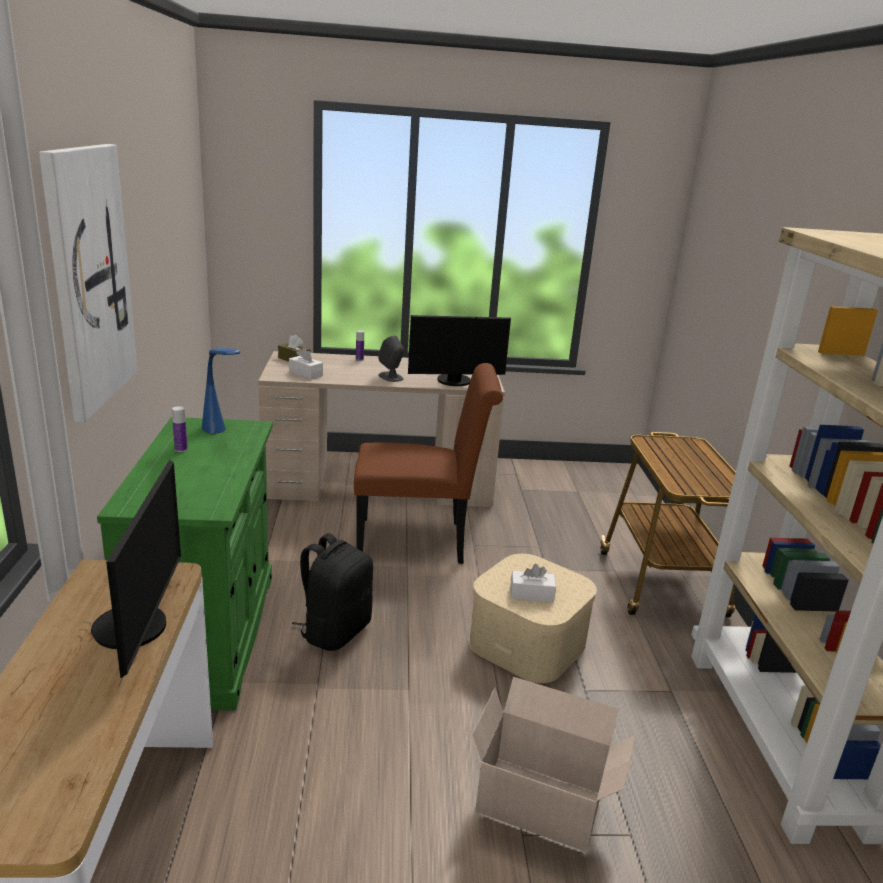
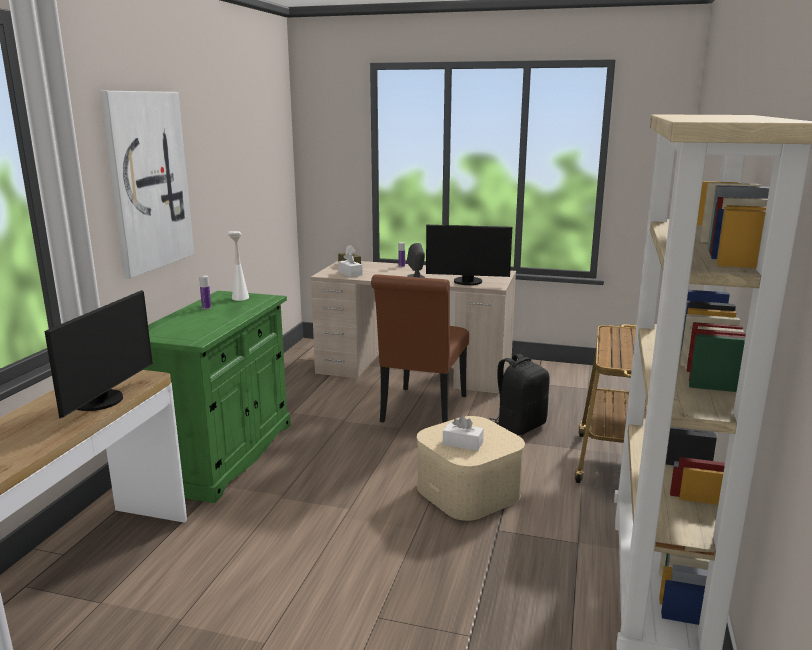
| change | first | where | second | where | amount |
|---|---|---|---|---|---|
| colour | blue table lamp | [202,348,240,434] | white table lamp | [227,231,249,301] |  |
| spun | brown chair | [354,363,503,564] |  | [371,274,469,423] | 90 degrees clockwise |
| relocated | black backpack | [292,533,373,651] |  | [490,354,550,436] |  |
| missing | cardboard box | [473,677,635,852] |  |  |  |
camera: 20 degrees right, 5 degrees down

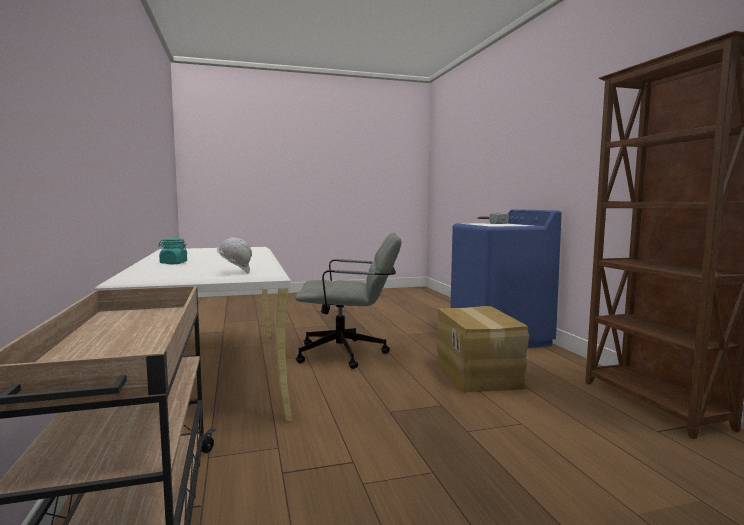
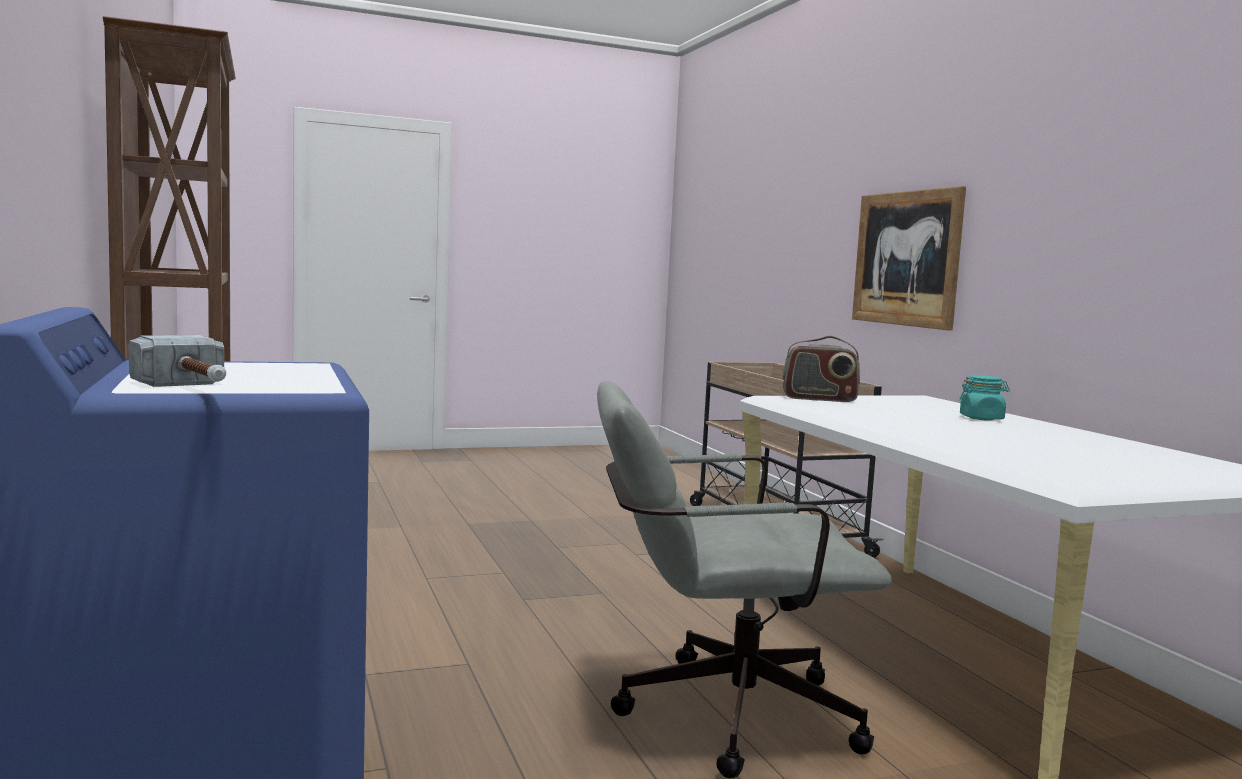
| change | first | where | second | where | amount |
|---|---|---|---|---|---|
| exchanged | white hard hat | [217,238,252,274] | radio | [782,336,860,402] |  |
| missing | cardboard box | [437,306,529,393] |  |  |  |
| appeared |  |  | picture | [852,186,966,331] |  |
camera: 175 degrees right, 0 degrees up

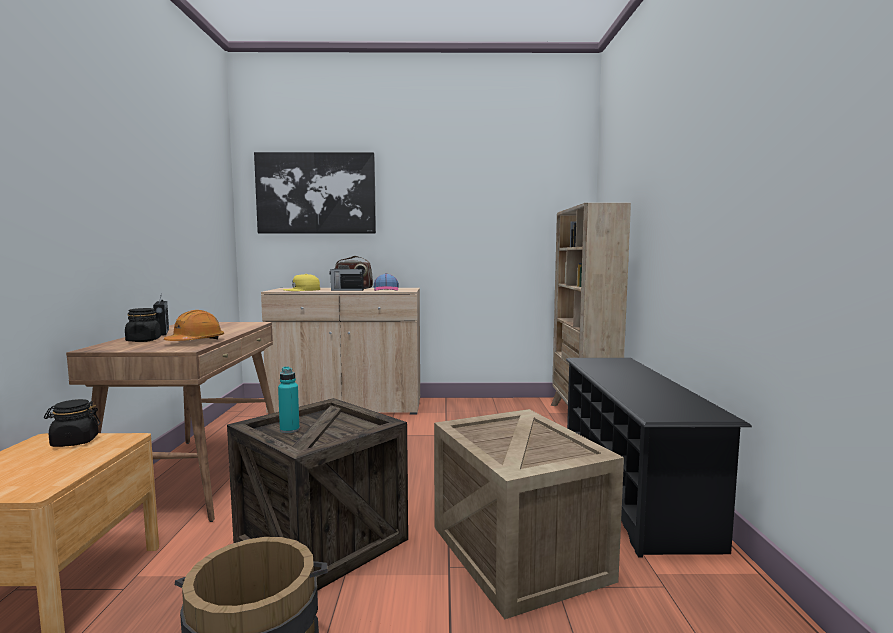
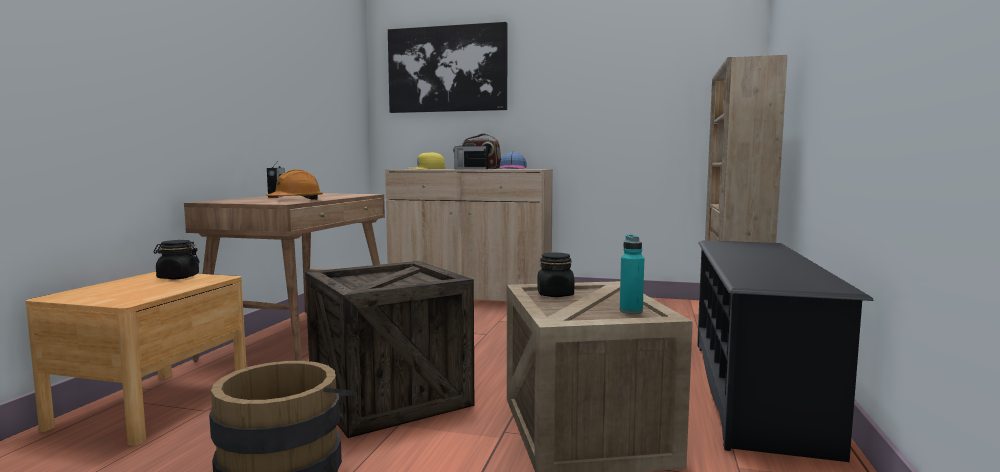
| change | first | where | second | where | amount |
|---|---|---|---|---|---|
| relocated | black jar | [125,308,161,342] |  | [537,253,574,297] |  |
| relocated | turquoise bottle | [278,366,300,433] |  | [620,234,644,314] |  |
camera: 15 degrees right, 0 degrees up

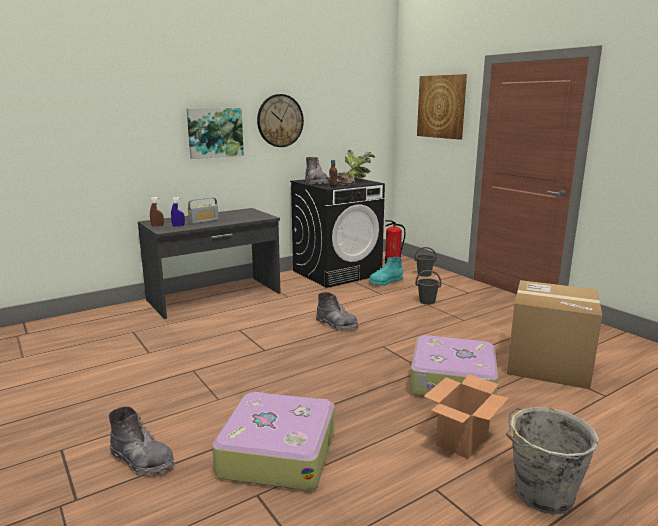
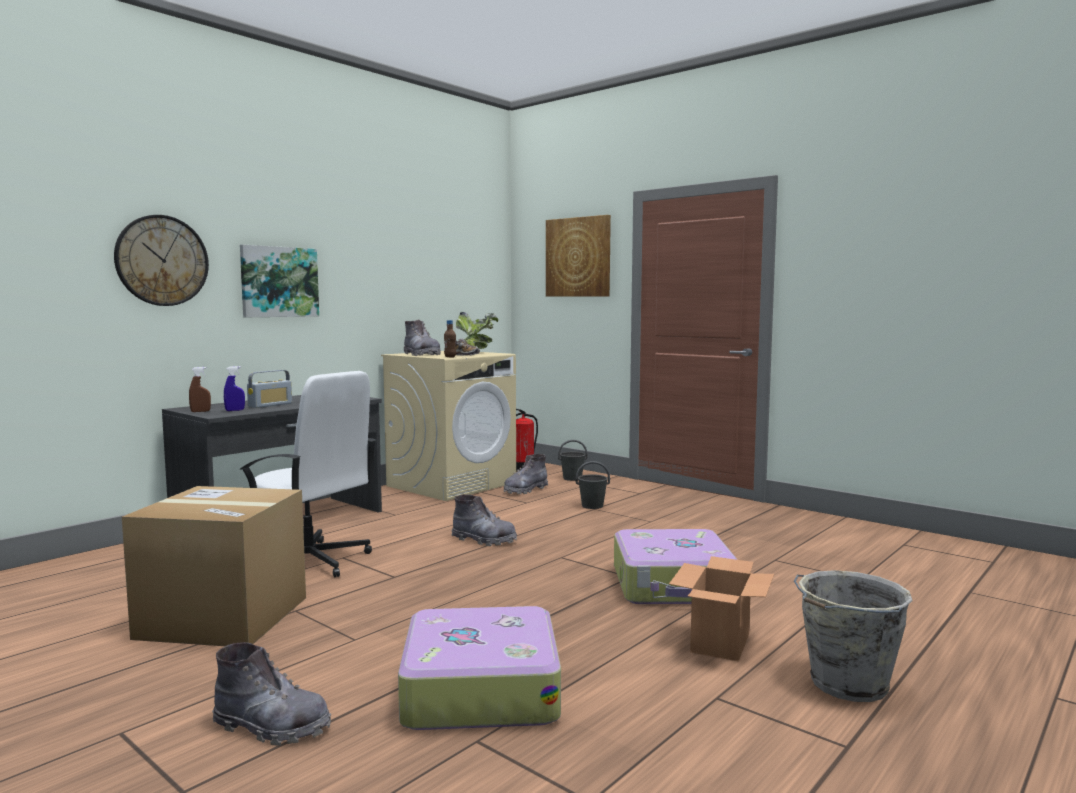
| change | first | where | second | where | amount |
|---|---|---|---|---|---|
| relocated | wall clock | [257,94,304,147] |  | [114,215,209,306] |  |
| colour | black washing machine | [290,177,385,288] | beige washing machine | [381,351,516,501] |  |
| colour | turquoise boot | [369,257,403,286] | grey boot | [504,454,548,494] |  |
| relocated | cardboard box | [507,280,602,389] |  | [122,486,306,646] |  |
| appeared |  |  | white office chair | [240,371,376,577] |  |
camera: 15 degrees left, 10 degrees down

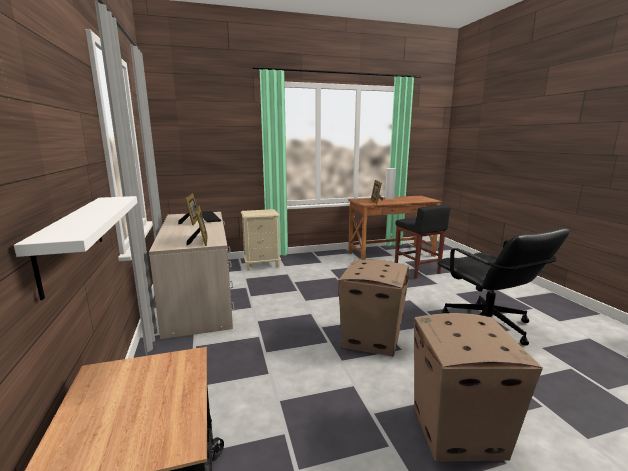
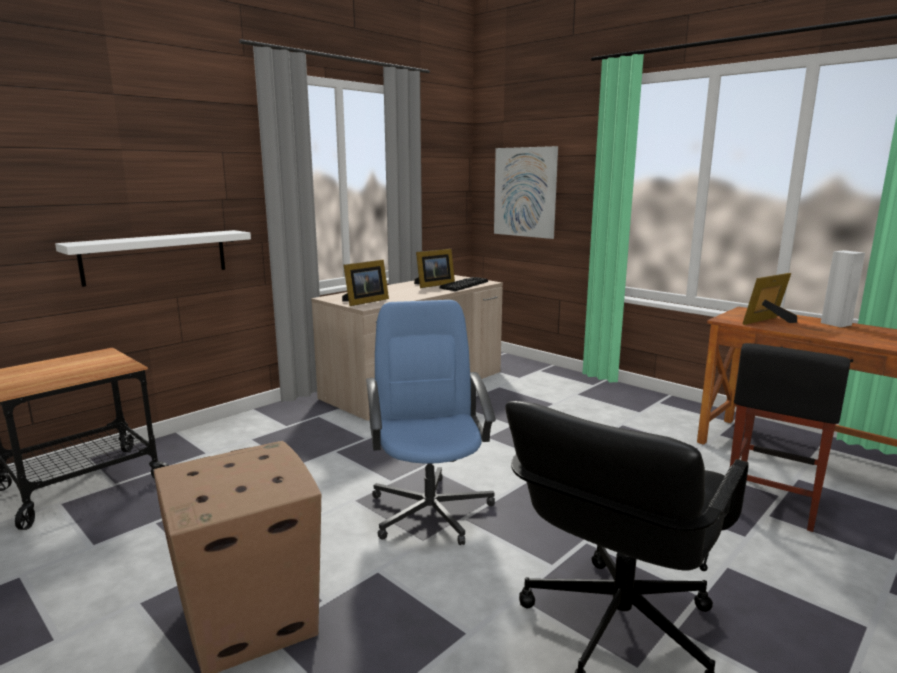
| change | first | where | second | where | amount |
|---|---|---|---|---|---|
| missing | beige nightstand | [241,209,281,271] |  |  |  |
| exchanged | cardboard box | [338,260,409,357] | blue office chair | [366,300,496,545] |  |
| appeared |  |  | picture | [494,146,558,239] |  |
camera: 60 degrees right, 0 degrees up

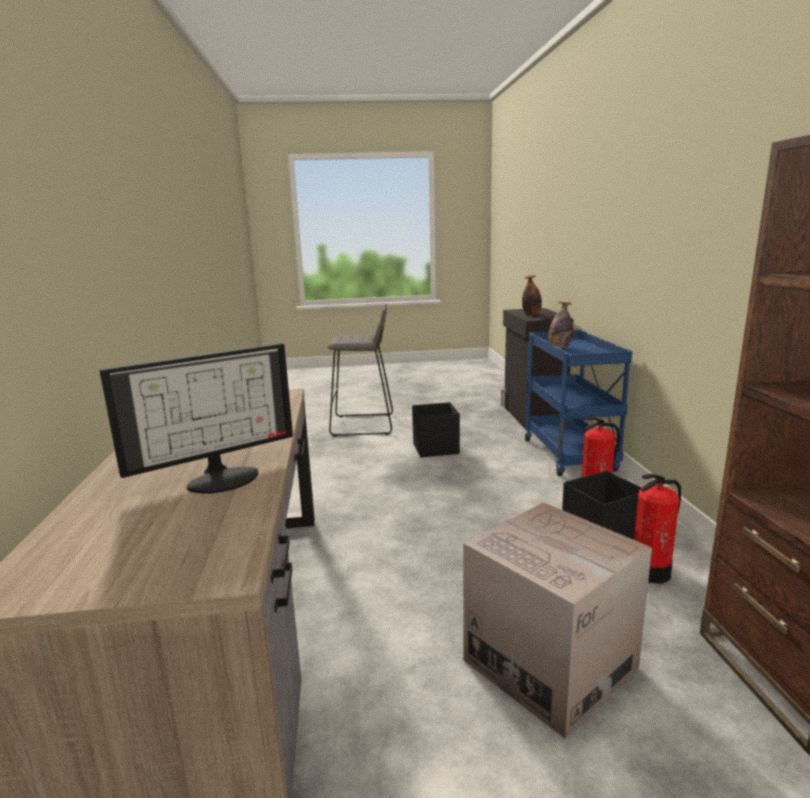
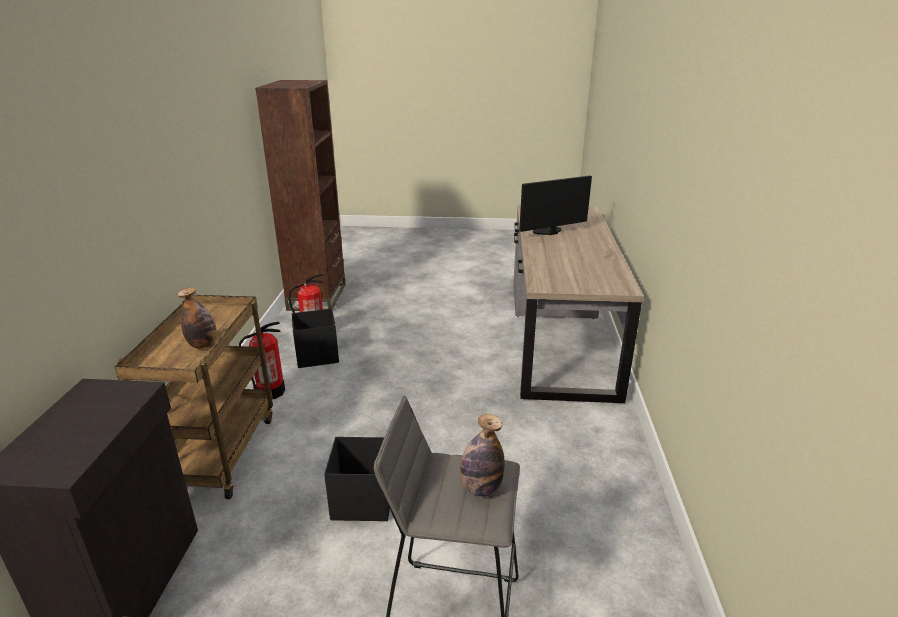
| change | first | where | second | where | amount |
|---|---|---|---|---|---|
| relocated | bottle | [522,275,542,315] |  | [460,414,505,497] |  |
| colour | blue cart | [525,330,632,476] | brown cart | [115,295,273,499] |  |
| missing | cardboard box | [463,502,652,738] |  |  |  |
camera: 170 degrees left, 10 degrees up

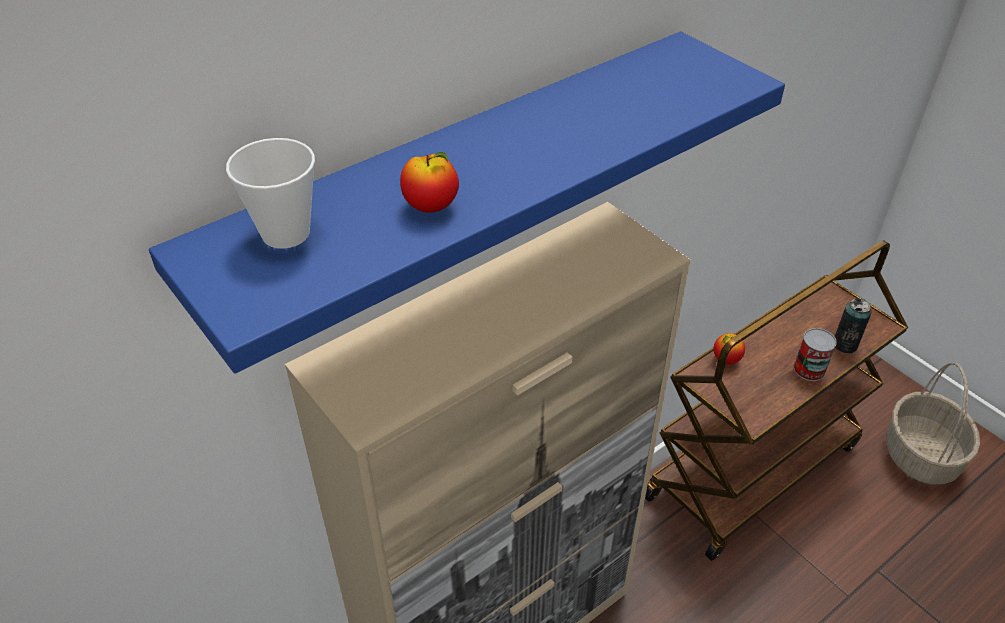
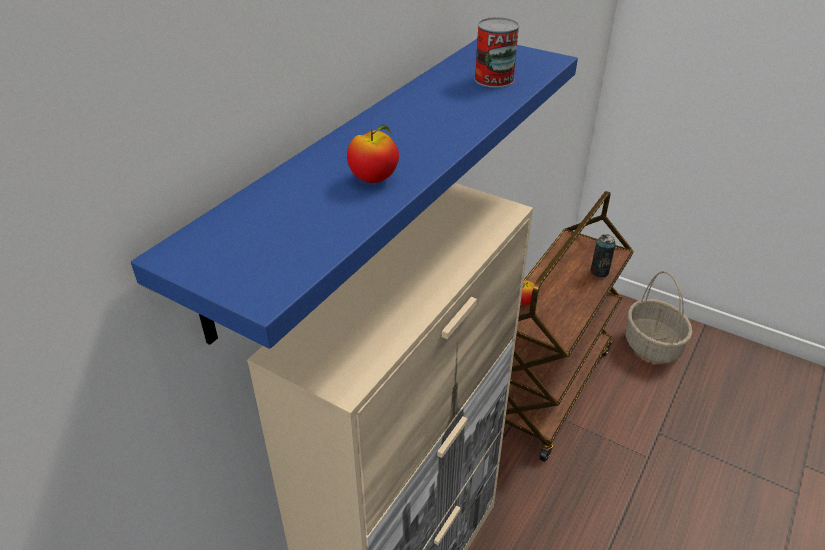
| change | first | where | second | where | amount |
|---|---|---|---|---|---|
| missing | cup | [226,138,315,249] |  |  |  |
| relocated | can | [794,328,837,381] |  | [474,17,520,88] |  |
camera: 20 degrees left, 5 degrees down

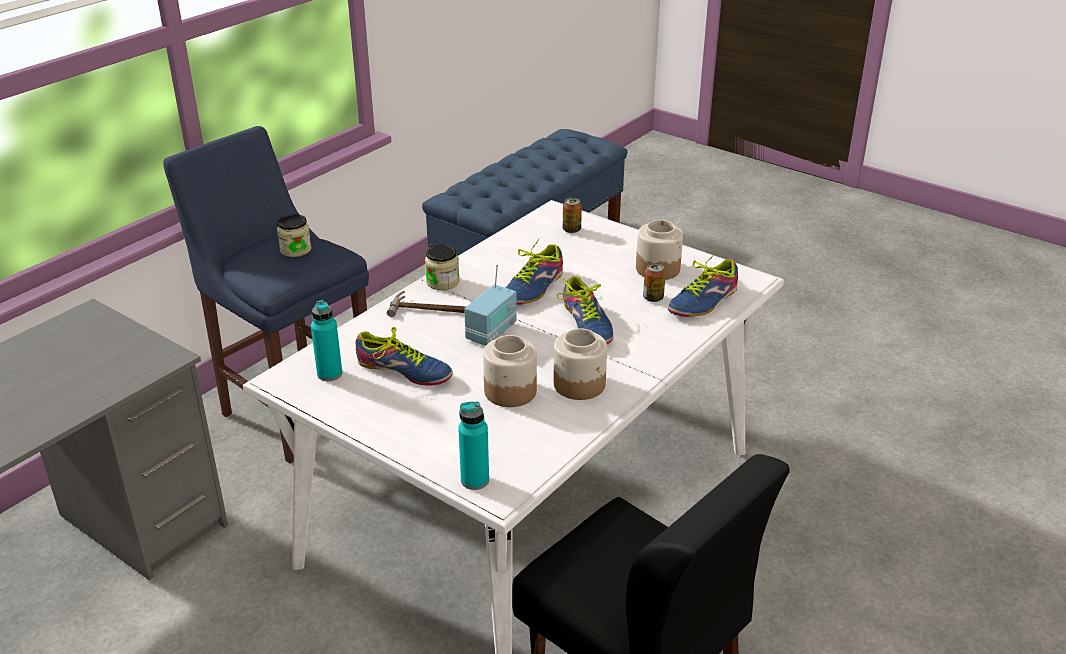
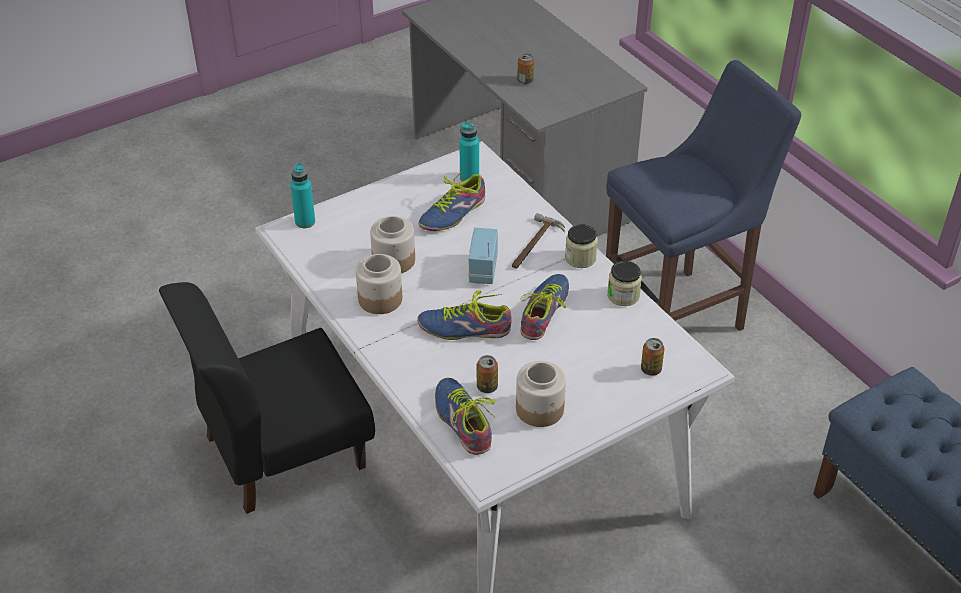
| change | first | where | second | where | amount |
|---|---|---|---|---|---|
| relocated | jar | [277,214,311,257] |  | [607,261,642,306] |  |
| spun | shoe | [505,239,563,305] |  | [520,274,569,340] | 60 degrees clockwise |
| spun | radio | [464,264,517,346] |  | [468,228,498,284] | 45 degrees clockwise |
| appeared |  |  | can | [517,54,534,84] |  |
camera: 110 degrees right, 10 degrees up

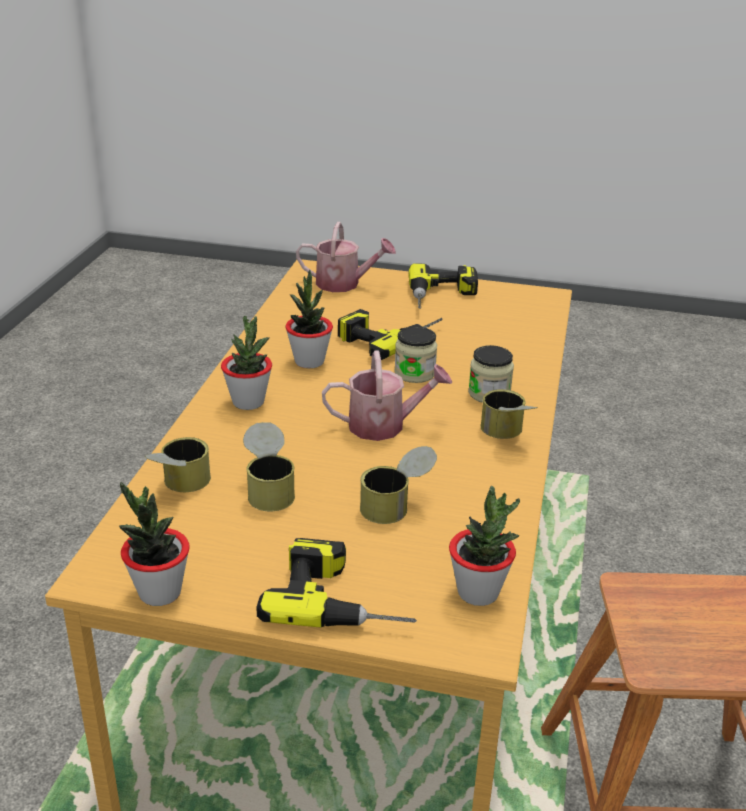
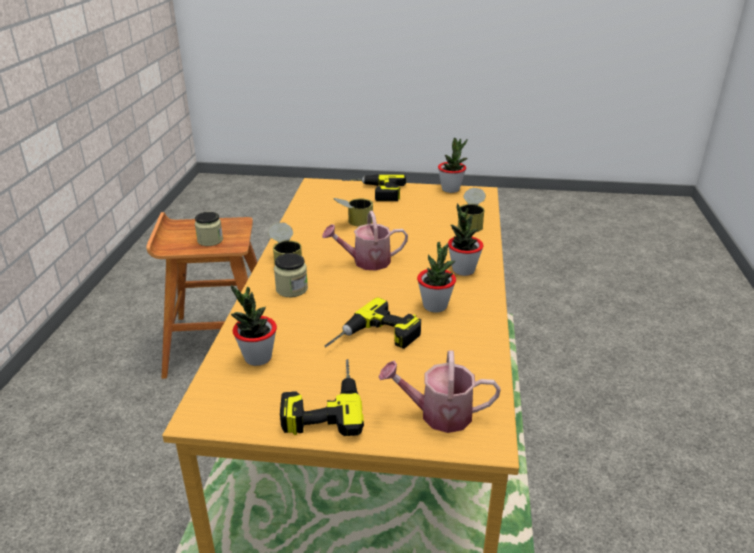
| change | first | where | second | where | amount |
|---|---|---|---|---|---|
| relocated | jar | [394,326,437,383] |  | [195,212,223,246] |  |
| missing | can | [243,422,295,512] |  |  |  |
| relocated | potted plant | [449,486,520,606] |  | [231,284,277,366] |  |
camera: 175 degrees right, 0 degrees up

